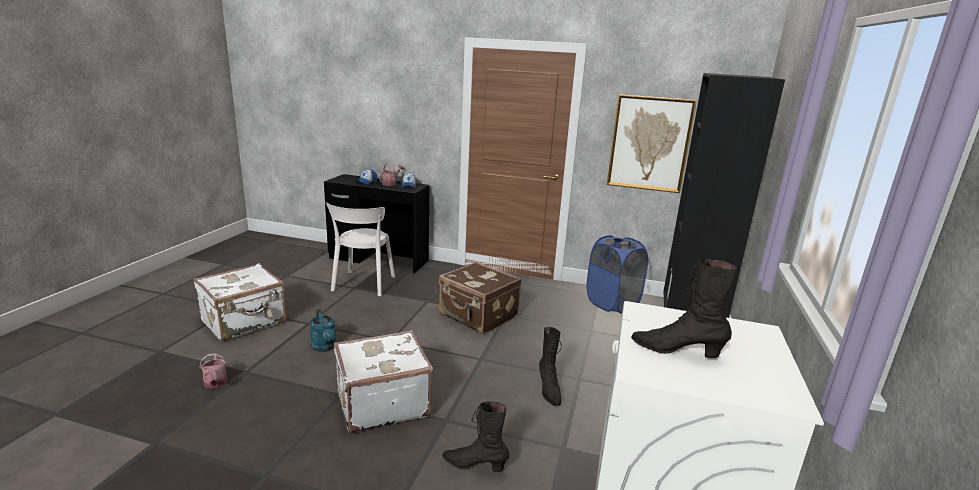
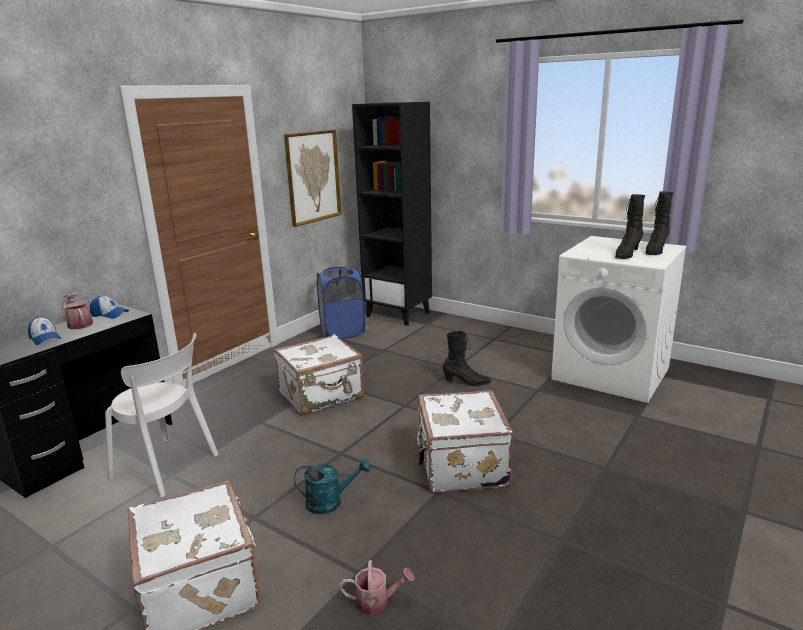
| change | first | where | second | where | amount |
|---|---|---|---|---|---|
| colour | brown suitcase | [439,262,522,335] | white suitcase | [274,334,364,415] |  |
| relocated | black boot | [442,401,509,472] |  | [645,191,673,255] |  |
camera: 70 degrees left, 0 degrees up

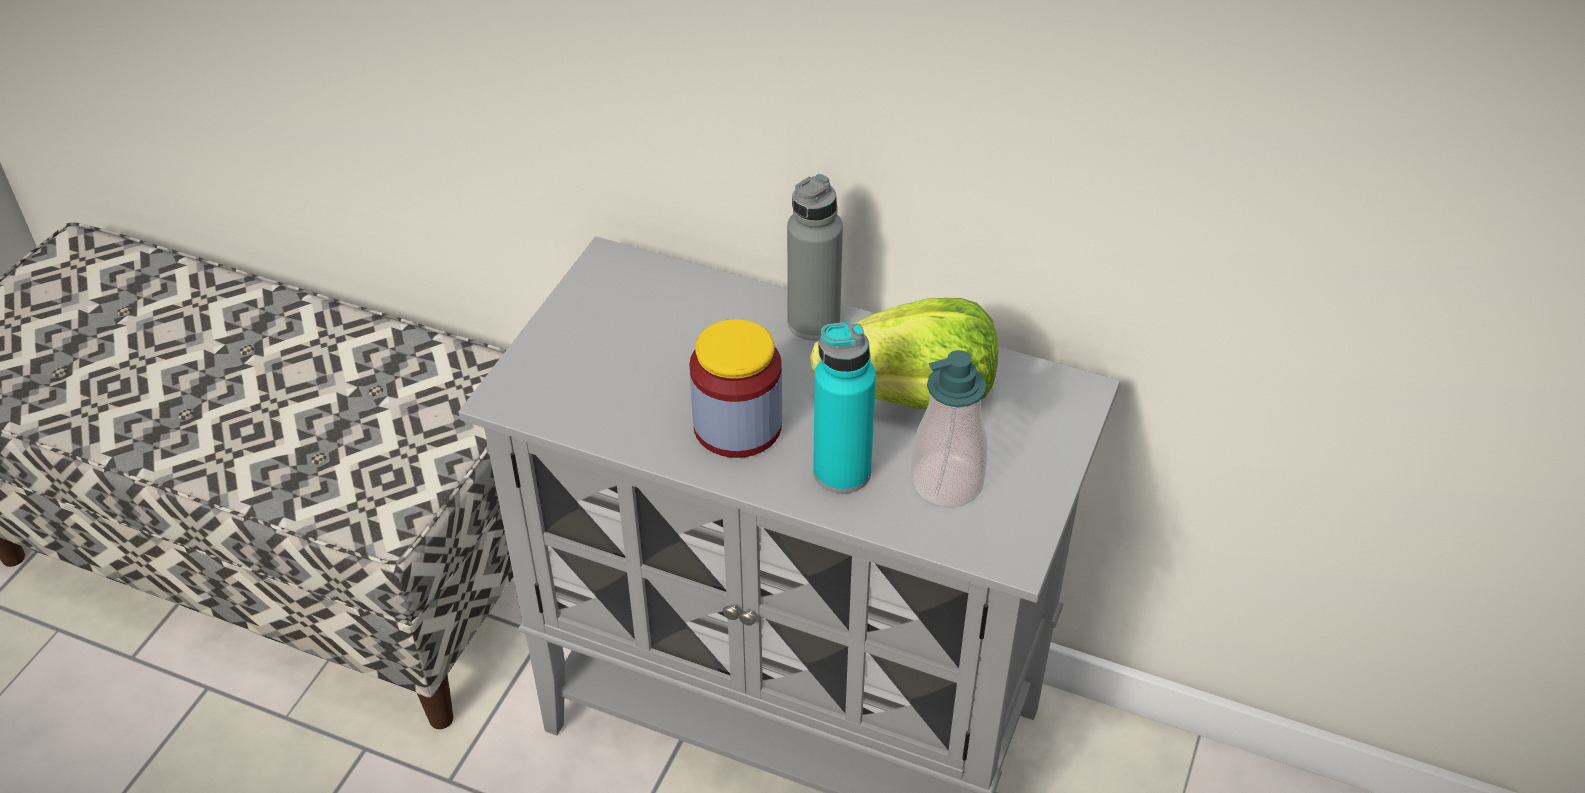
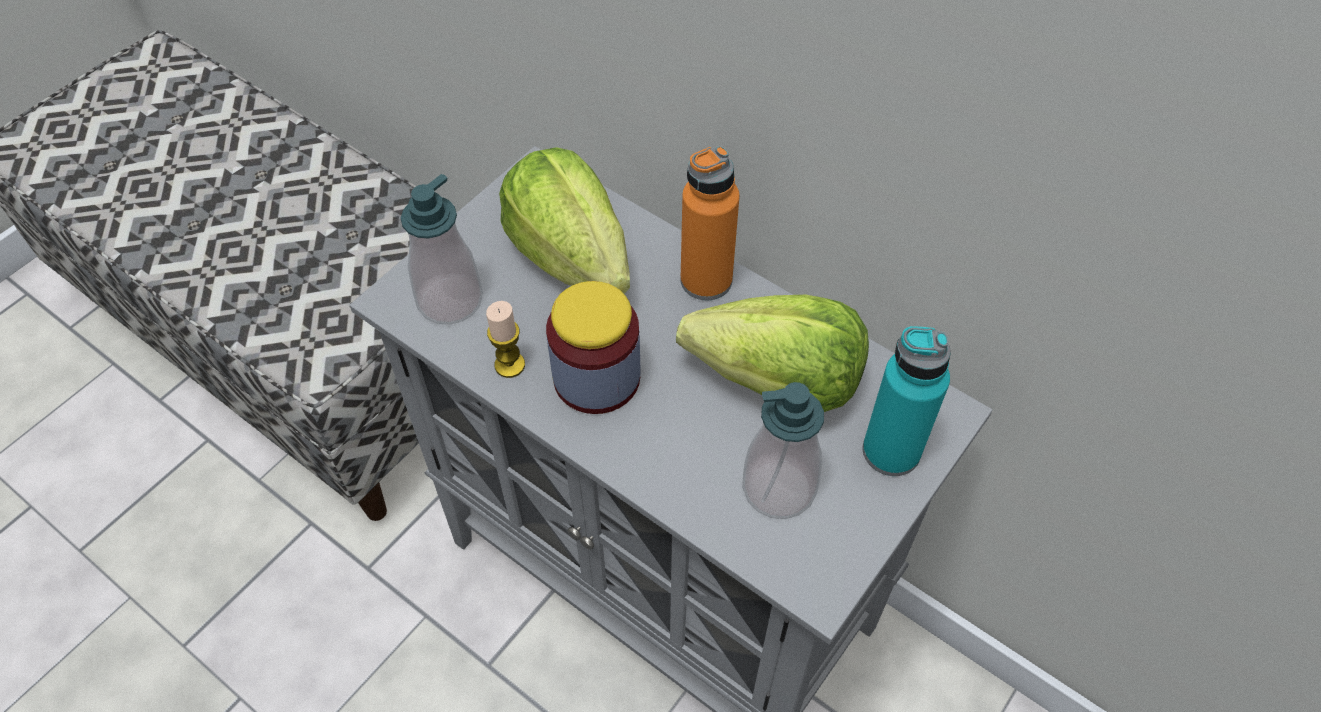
| change | first | where | second | where | amount |
|---|---|---|---|---|---|
| colour | grey bottle | [787,174,843,341] | orange bottle | [680,146,740,301] |  |
| relocated | turquoise bottle | [813,322,876,494] |  | [863,326,951,476] |  |
| appeared |  |  | lettuce | [499,147,630,294] |  |
| appeared |  |  | soap dispenser | [401,174,483,325] |  |
| appeared |  |  | candle | [486,301,525,378] |  |
camera: 15 degrees right, 10 degrees up

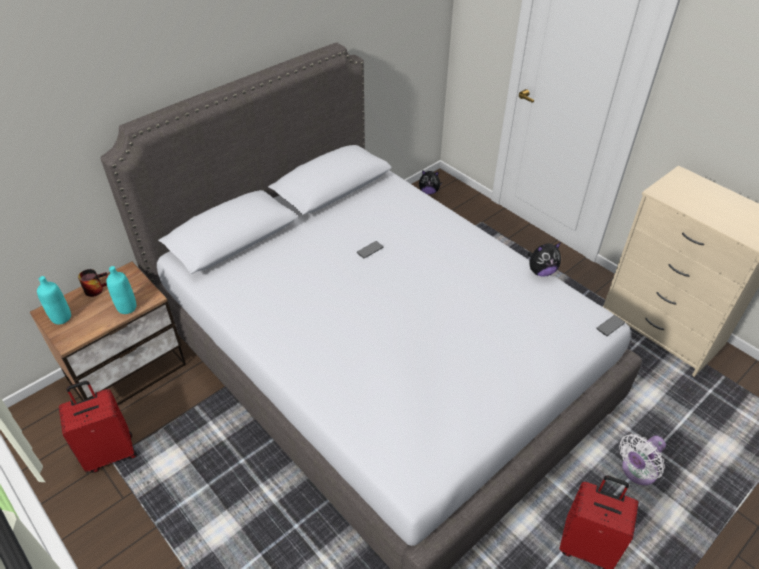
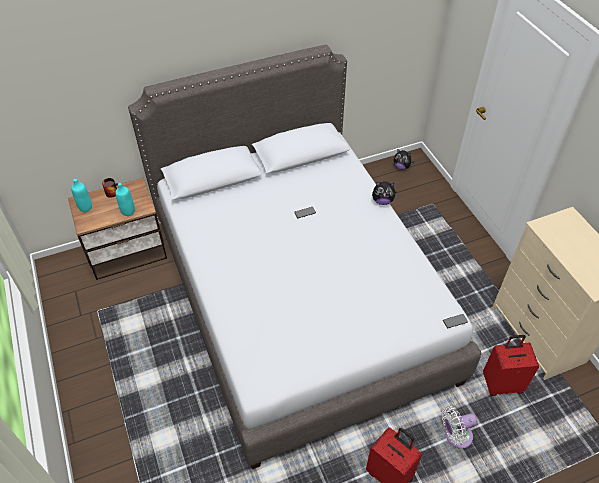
| change | first | where | second | where | amount |
|---|---|---|---|---|---|
| relocated | plush toy | [528,242,561,277] |  | [372,181,397,205] |  |
| relocated | red suitcase | [59,381,137,473] |  | [483,335,539,396] |  |
camera: 20 degrees right, 5 degrees up

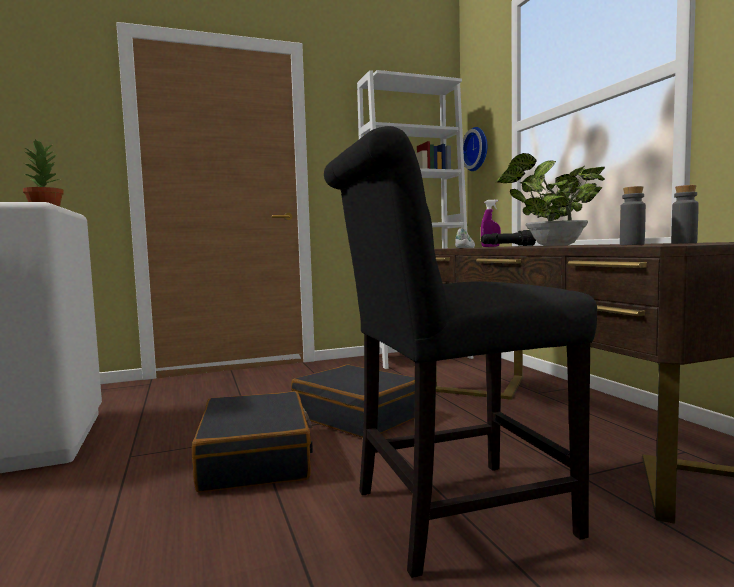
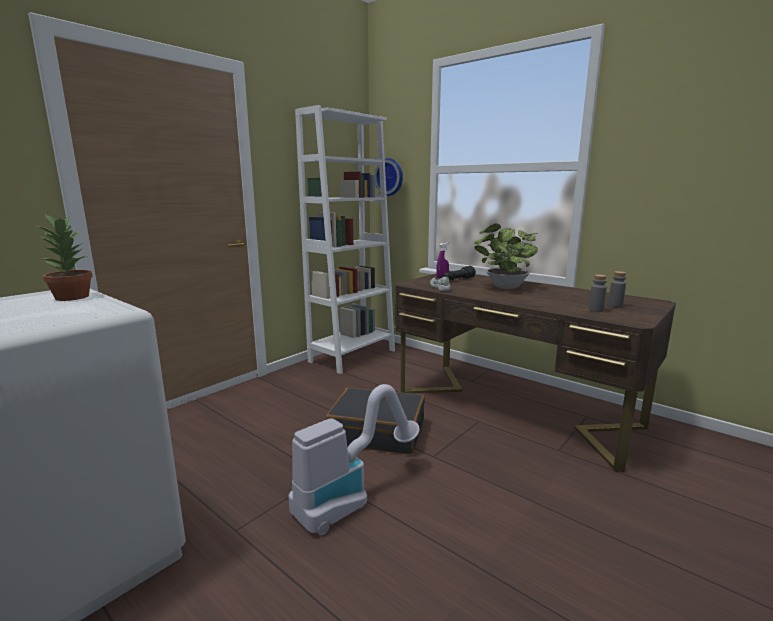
| change | first | where | second | where | amount |
|---|---|---|---|---|---|
| missing | black chair | [324,126,597,578] |  |  |  |
| exchanged | black suitcase | [192,391,313,492] | vacuum cleaner | [289,384,420,535] |  |
camera: 30 degrees left, 10 degrees up

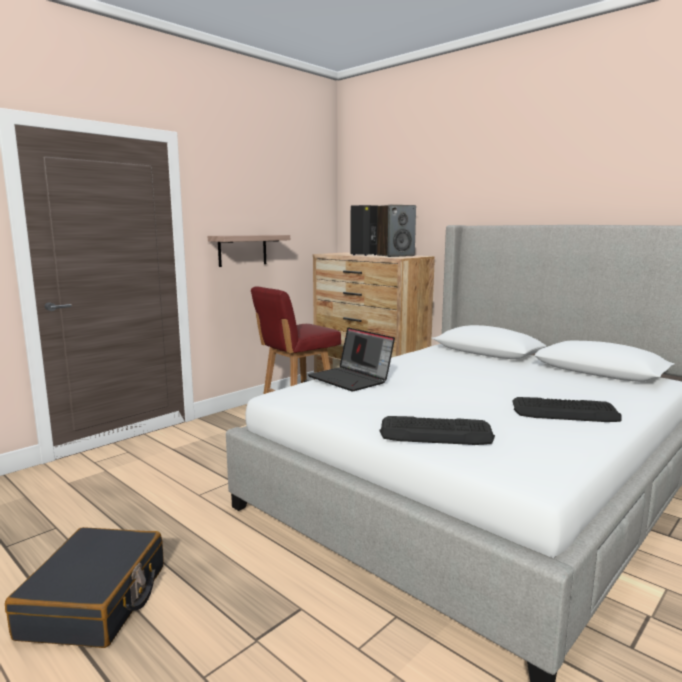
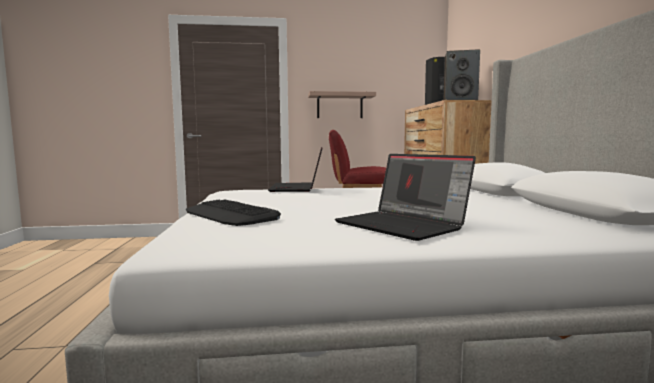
| change | first | where | second | where | amount |
|---|---|---|---|---|---|
| exchanged | keyboard | [512,397,622,422] | laptop | [335,154,476,241] |  |
| missing | black suitcase | [5,527,164,648] |  |  |  |
camera: 40 degrees right, 5 degrees down

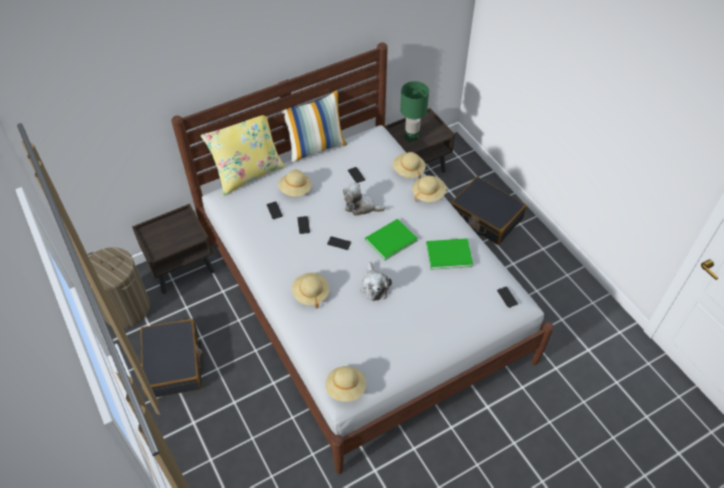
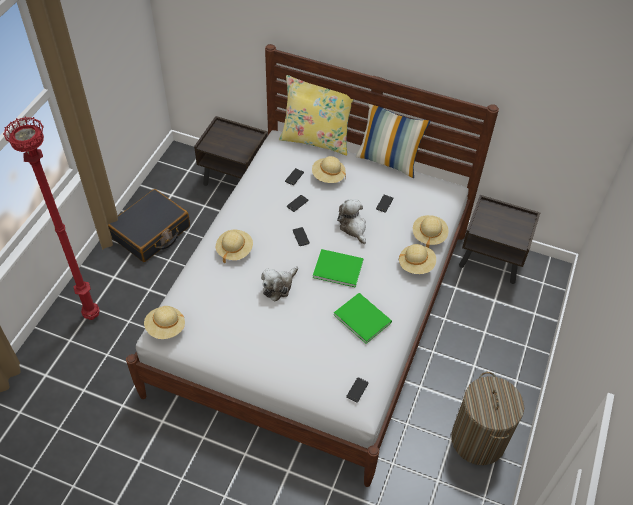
| change | first | where | second | where | amount |
|---|---|---|---|---|---|
| missing | green table lamp | [400,81,429,142] |  |  |  |
| missing | black suitcase | [451,177,527,245] |  |  |  |
| relocated | laundry basket | [87,247,150,328] |  | [451,372,524,465] |  |
| appeared |  |  | red floor lamp | [3,116,100,320] |  |
camera: 50 degrees right, 0 degrees up

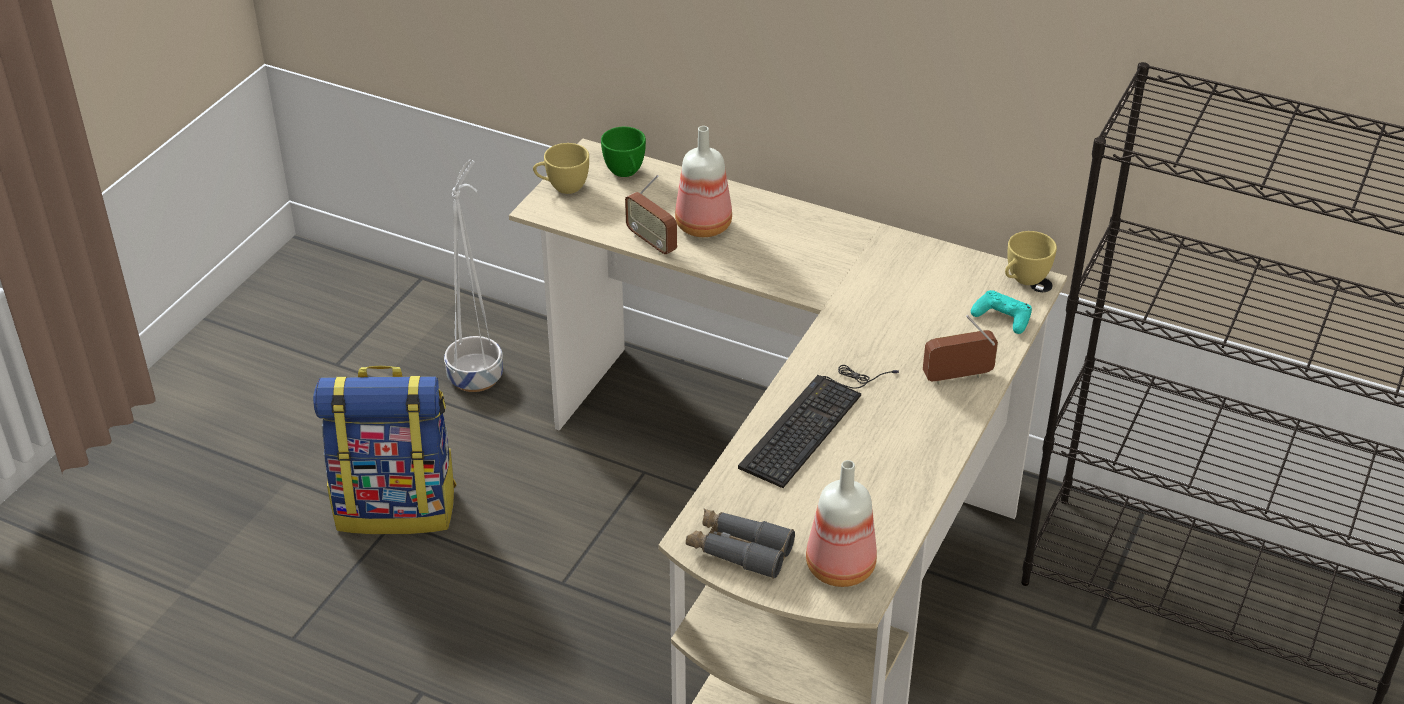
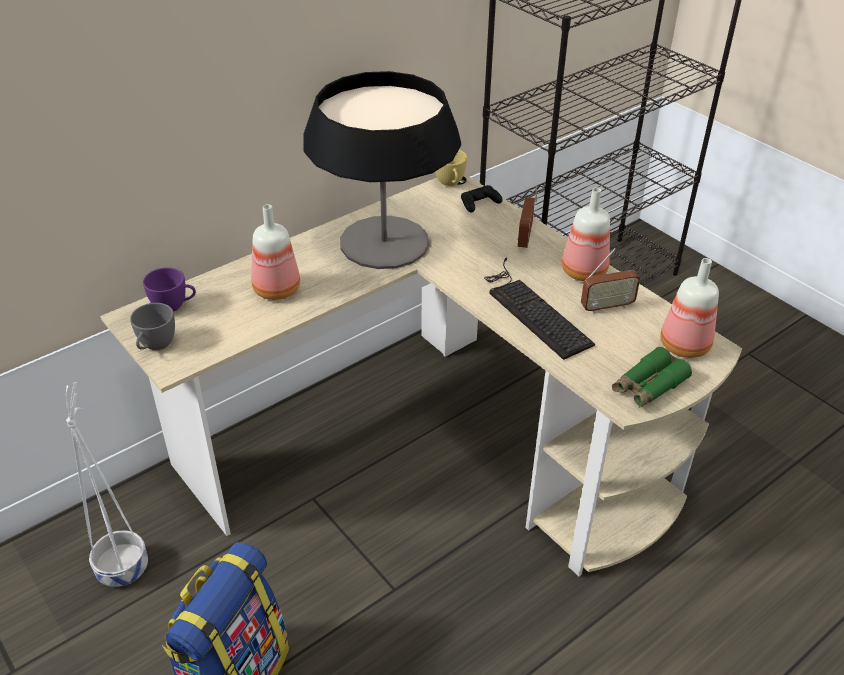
| change | first | where | second | where | amount |
|---|---|---|---|---|---|
| colour | green cup | [601,127,646,177] | purple cup | [143,267,196,312] |  |
| colour | yellow cup | [533,143,589,194] | grey cup | [130,303,175,350] |  |
| relocated | radio | [625,175,677,255] |  | [581,248,640,314] |  |
| colour | turquoise game controller | [971,290,1032,334] | black game controller | [461,185,503,213] |  |
| colour | grey binoculars | [686,509,795,579] | green binoculars | [612,347,692,408] |  |
| appeared |  |  | table lamp | [303,71,461,269] |  |
| appeared |  |  | bottle | [562,188,610,281] |  |
camera: 65 degrees left, 0 degrees up

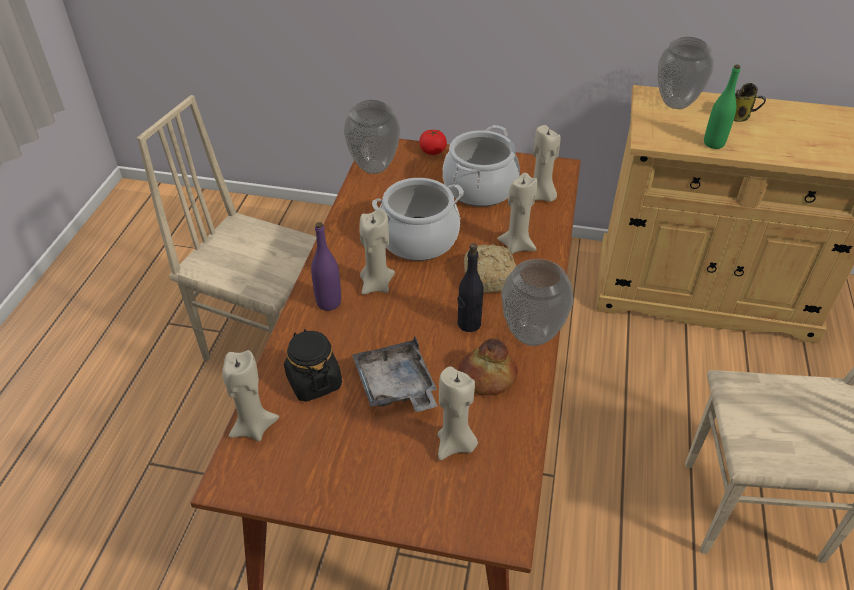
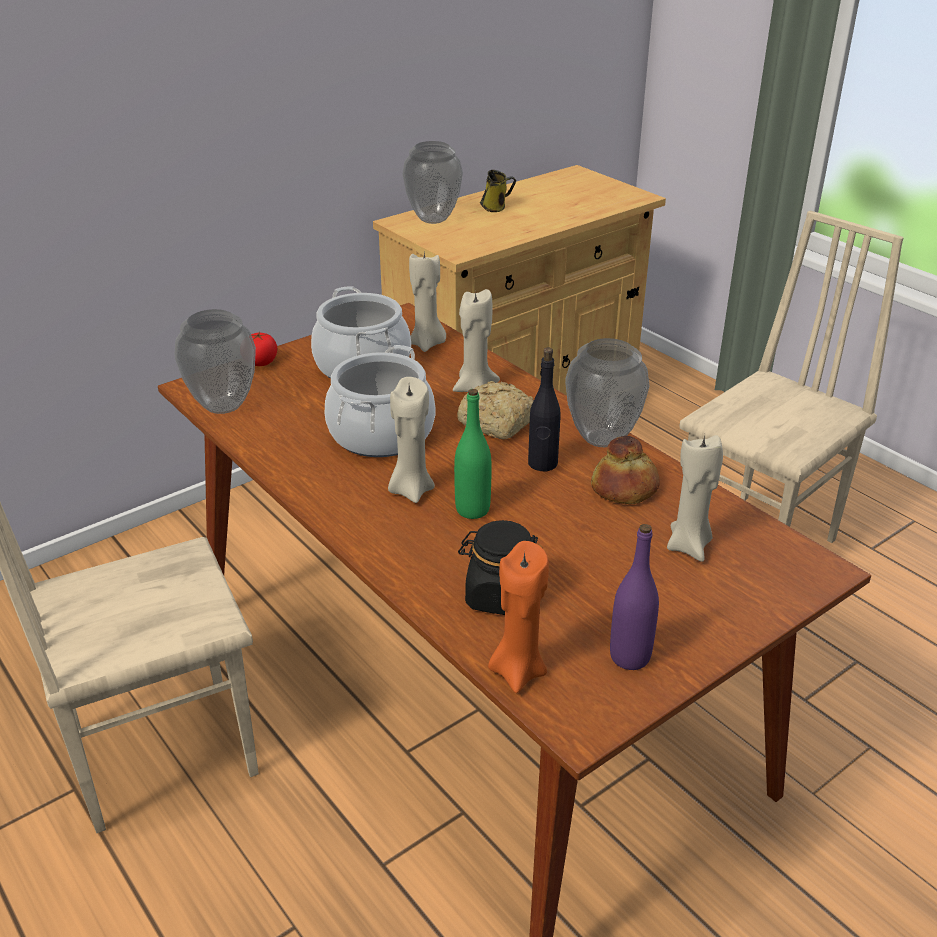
| change | first | where | second | where | amount |
|---|---|---|---|---|---|
| relocated | green bottle | [704,65,741,149] |  | [454,389,492,519] |  |
| relocated | purple bottle | [311,222,341,311] |  | [610,524,659,670] |  |
| missing | grey tray | [352,337,437,412] |  |  |  |
| colour | beige candle | [222,350,279,441] | orange candle | [488,541,549,693] |  |
camera: 50 degrees left, 10 degrees down

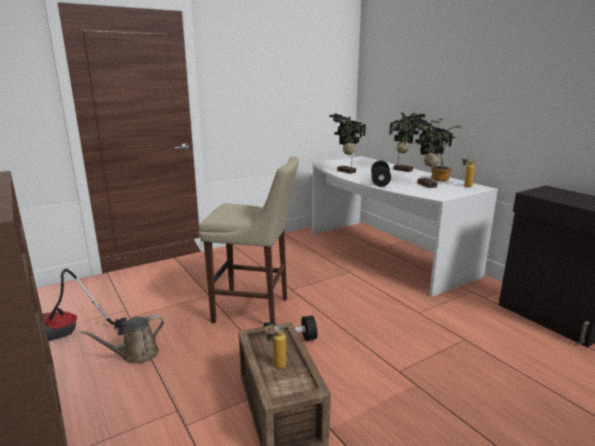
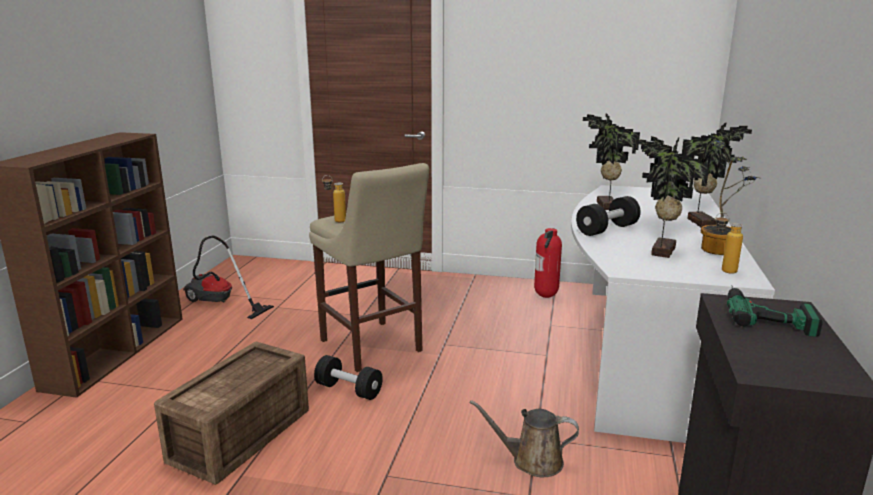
| change | first | where | second | where | amount |
|---|---|---|---|---|---|
| relocated | brown watering can | [81,315,164,363] |  | [470,400,579,477] |  |
| relocated | bottle | [266,324,286,369] |  | [322,175,346,222] |  |
| appeared |  |  | fire extinguisher | [534,228,562,298] |  |
| appeared |  |  | power drill | [727,285,823,337] |  |
camera: 45 degrees right, 0 degrees up

